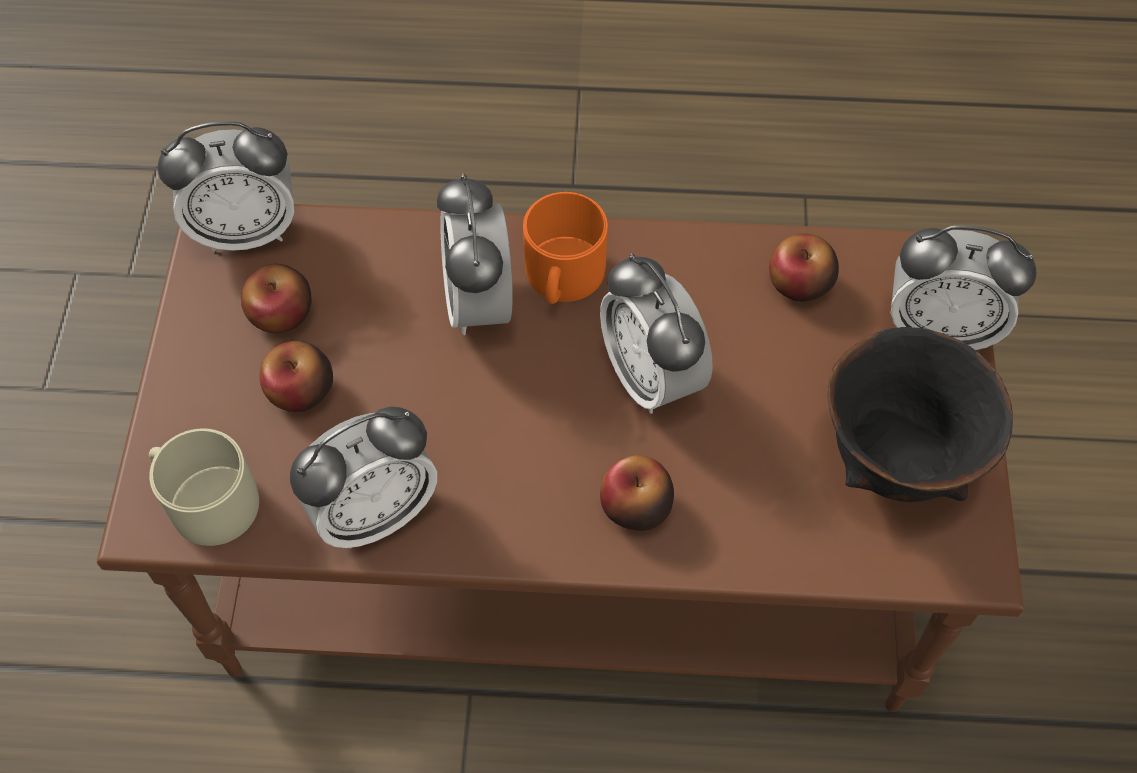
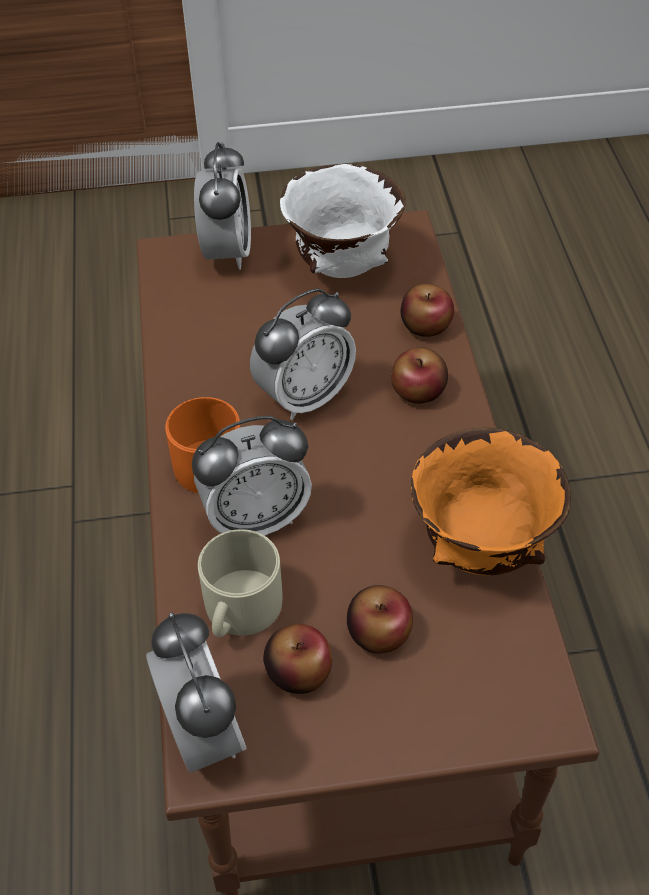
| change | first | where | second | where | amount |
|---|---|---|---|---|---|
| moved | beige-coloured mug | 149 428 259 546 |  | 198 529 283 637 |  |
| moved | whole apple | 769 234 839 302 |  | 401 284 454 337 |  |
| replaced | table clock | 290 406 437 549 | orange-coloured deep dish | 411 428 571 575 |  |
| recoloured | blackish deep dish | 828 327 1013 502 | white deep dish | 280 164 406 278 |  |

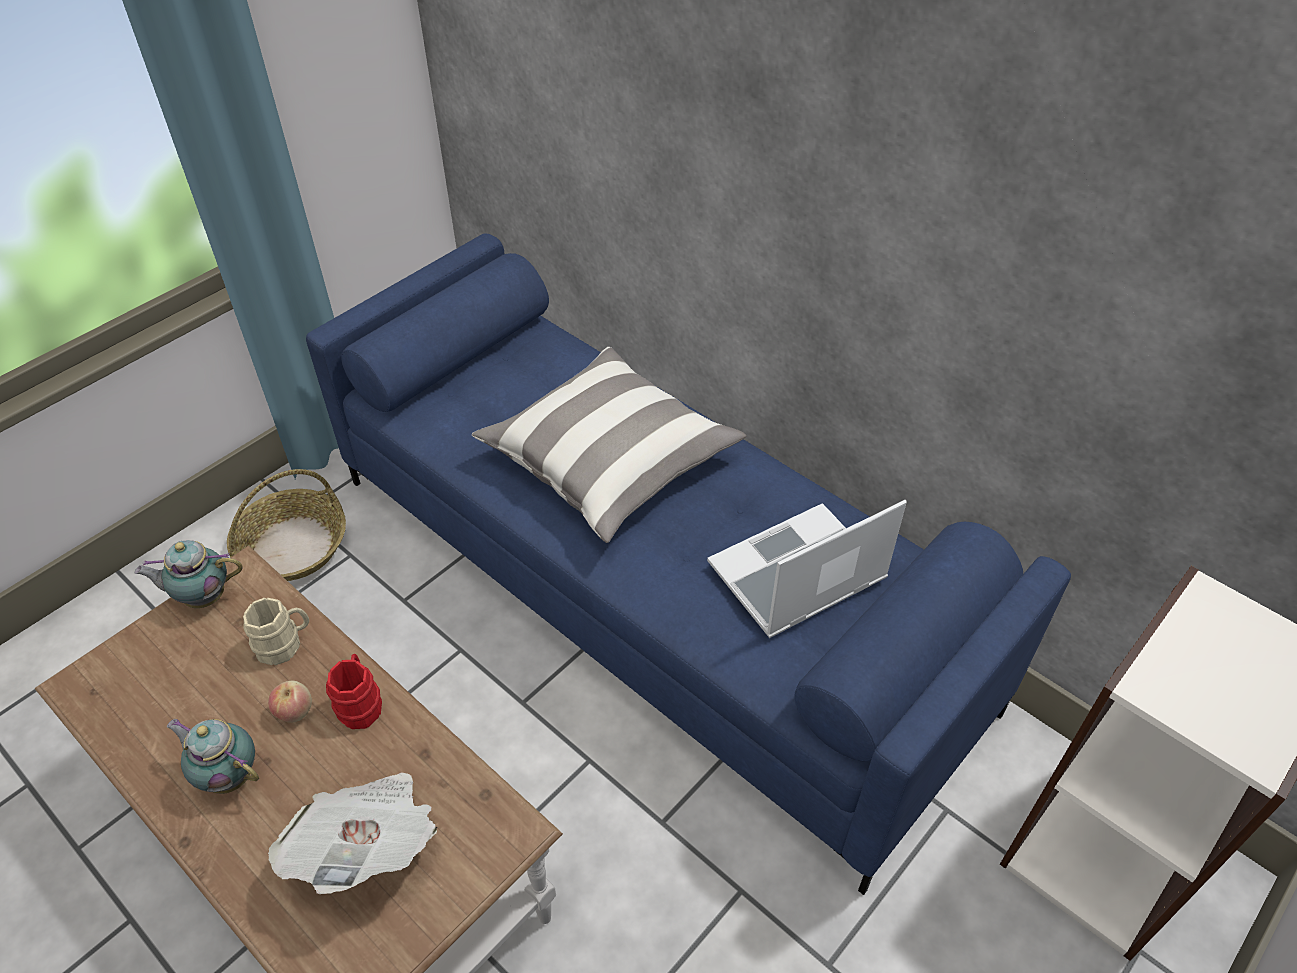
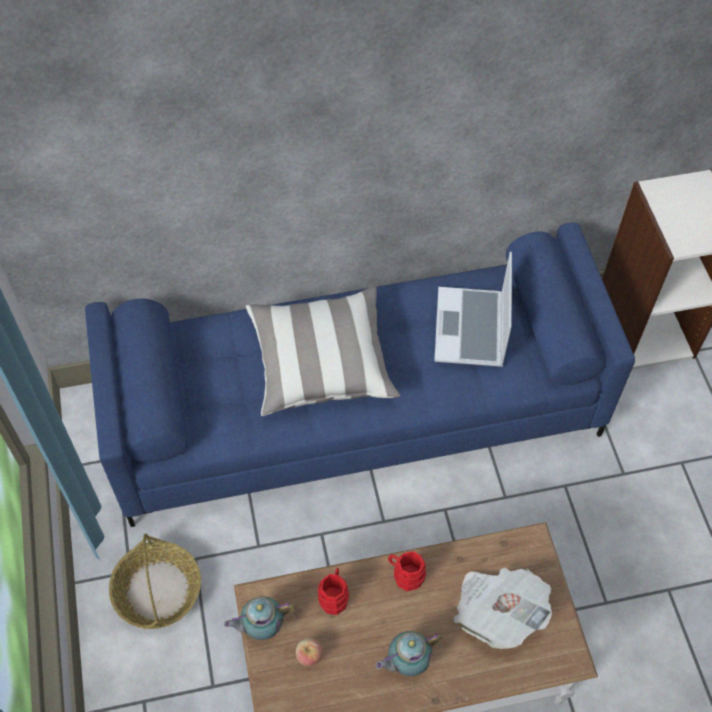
| change | first | where | second | where | amount |
|---|---|---|---|---|---|
| moved | whole apple | 268 681 312 723 |  | 296 638 323 666 |  |
| recoloured | beige-coloured mug | 243 598 309 665 | red-coloured mug | 318 568 349 615 |  |
| turned | tea pot | 135 540 243 608 |  | 224 596 295 640 | 45 degrees clockwise |

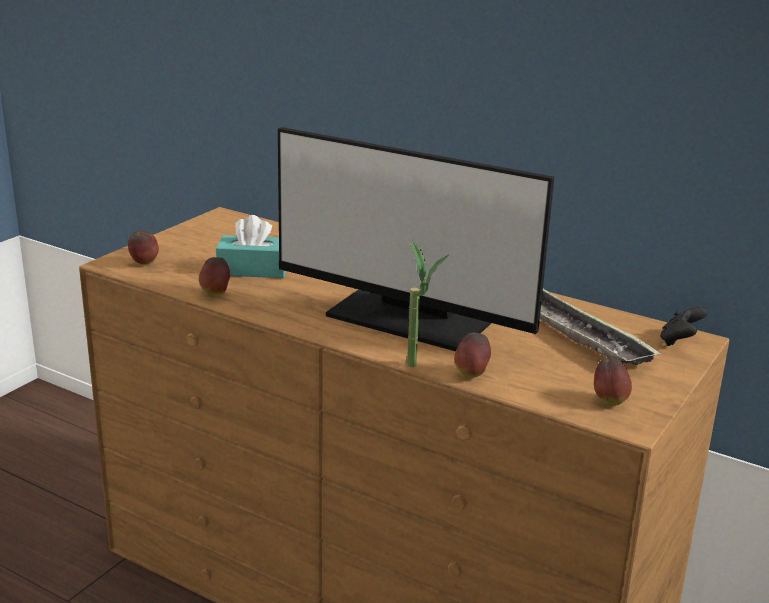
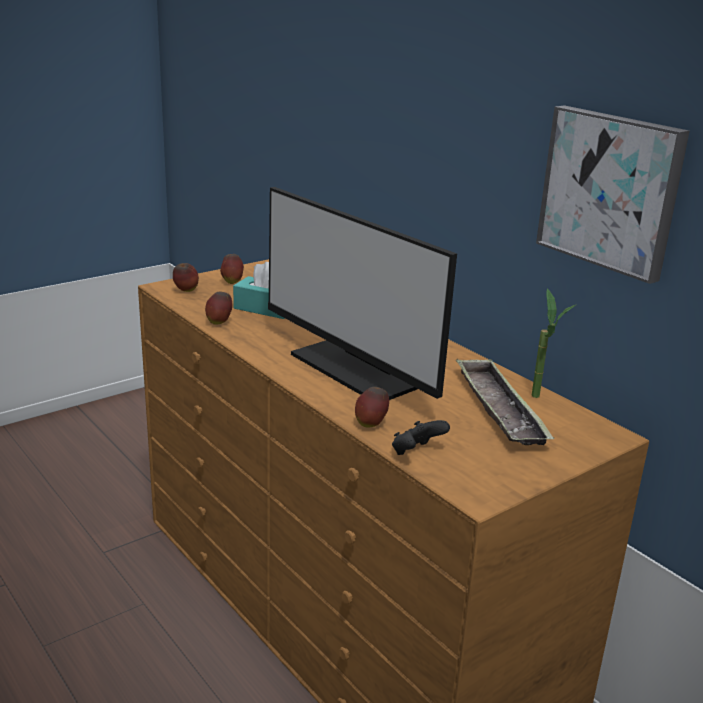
| change | first | where | second | where | amount |
|---|---|---|---|---|---|
| added |  |  | wall picture | 536 105 690 284 |  |
| moved | houseplant | 407 240 448 367 |  | 531 288 575 398 |  |
| moved | whole apple | 594 357 632 406 |  | 220 254 244 284 |  |
| moved | blackish gamepad | 660 306 707 346 |  | 392 420 450 455 |  |

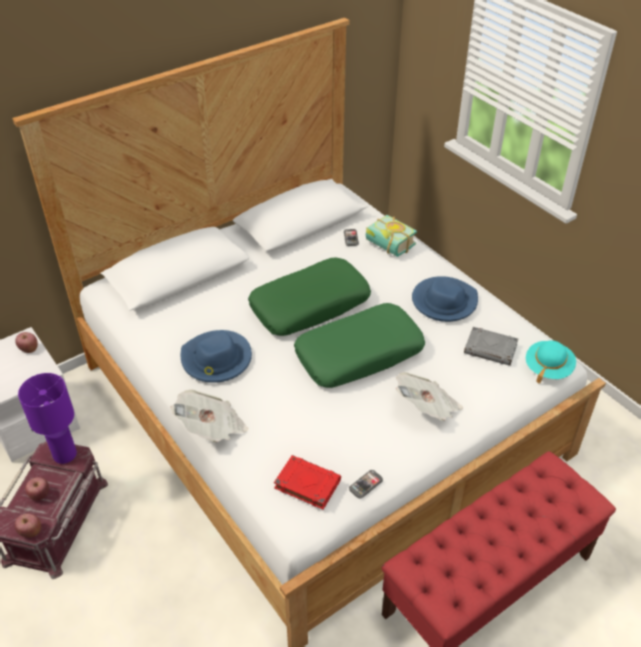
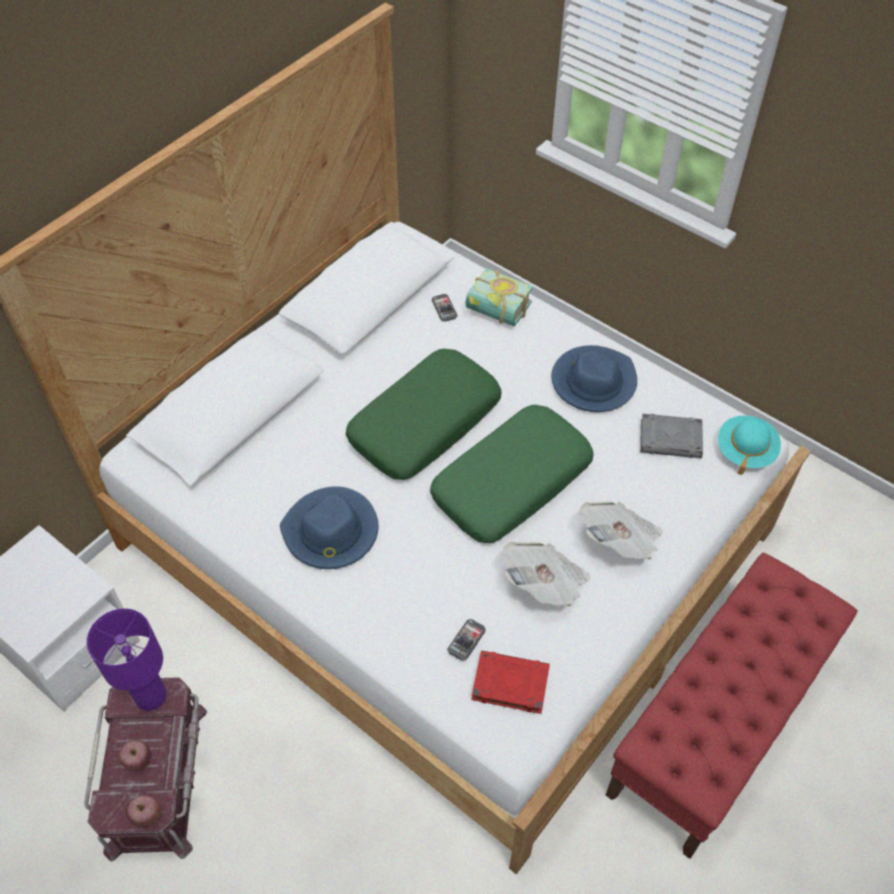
| change | first | where | second | where | amount |
|---|---|---|---|---|---|
| removed | whole apple | 15 332 38 353 |  |  |  |
| moved | printed paper | 170 390 248 442 |  | 501 542 590 607 |  |
| moved | telephone | 349 470 383 498 |  | 448 619 486 661 |  |

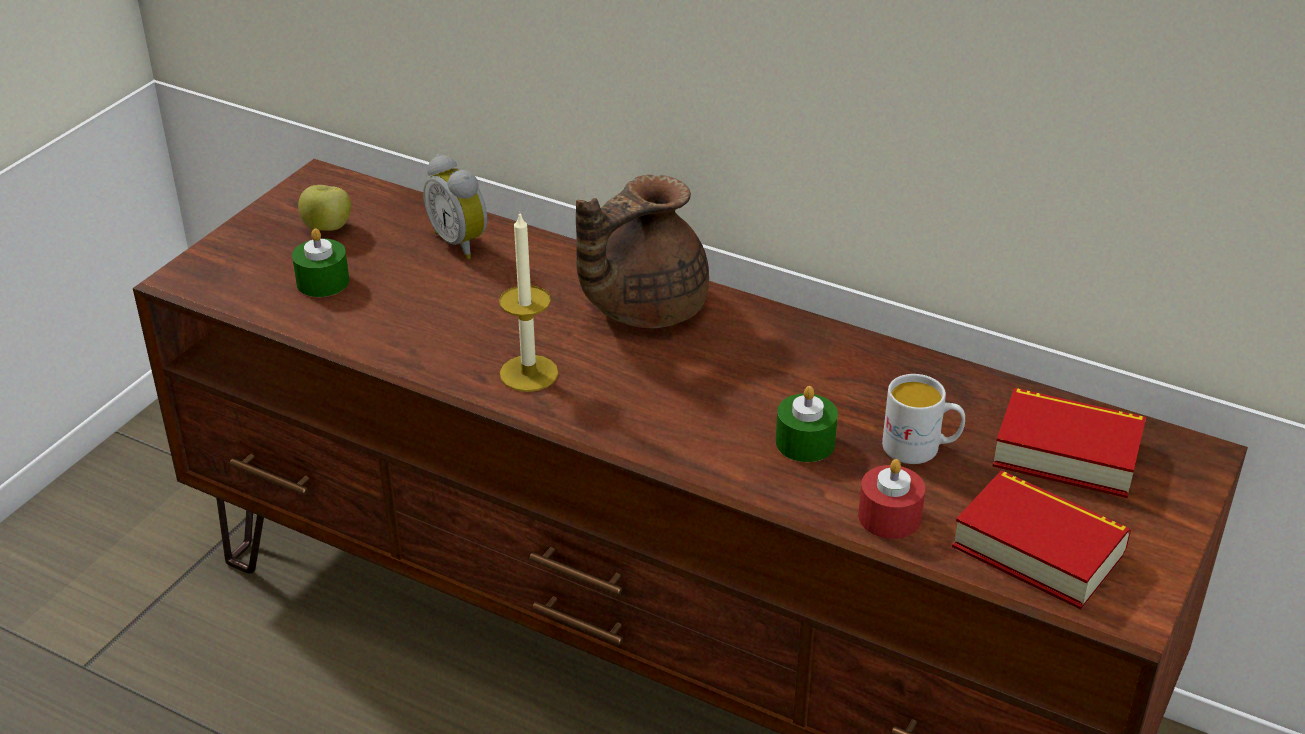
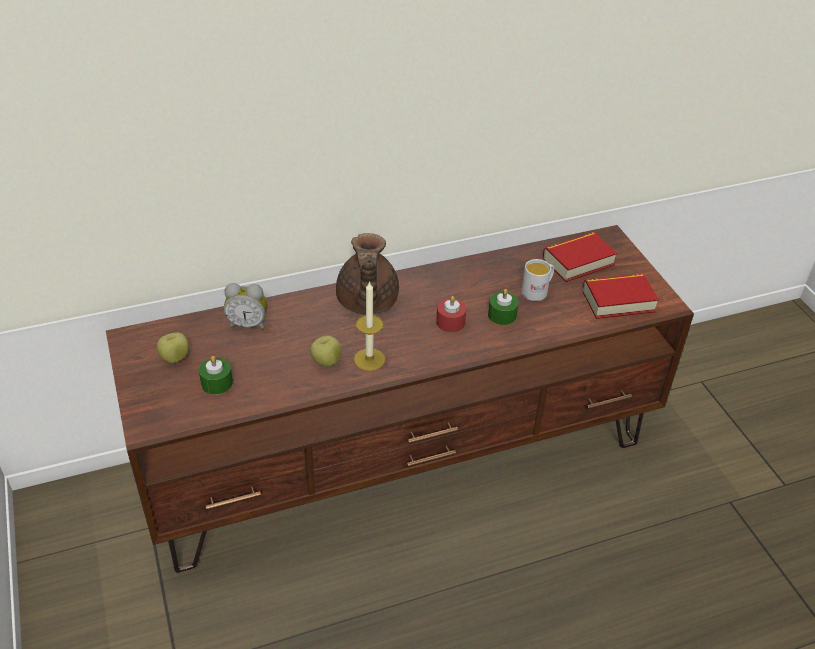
| change | first | where | second | where | amount |
|---|---|---|---|---|---|
| added |  |  | whole apple | 310 335 341 367 |  |
| moved | red-coloured wax light | 858 459 925 539 |  | 436 296 466 332 |  |

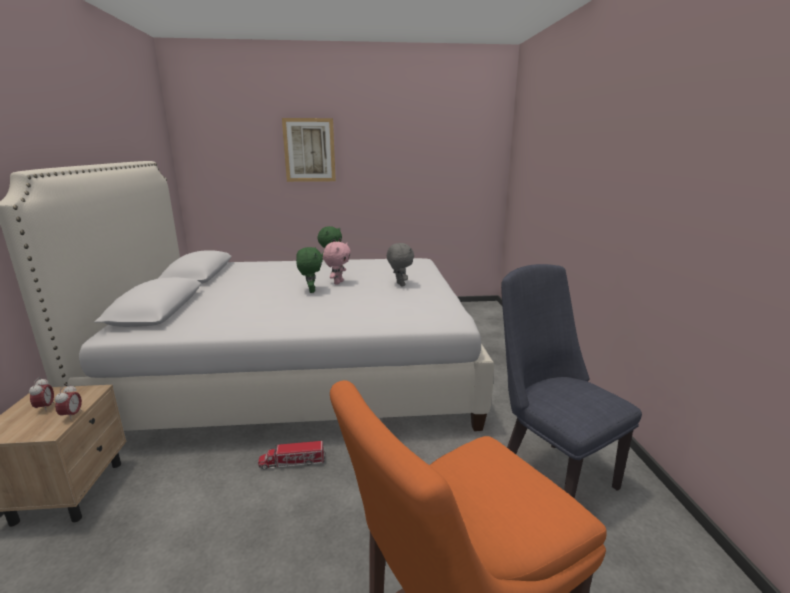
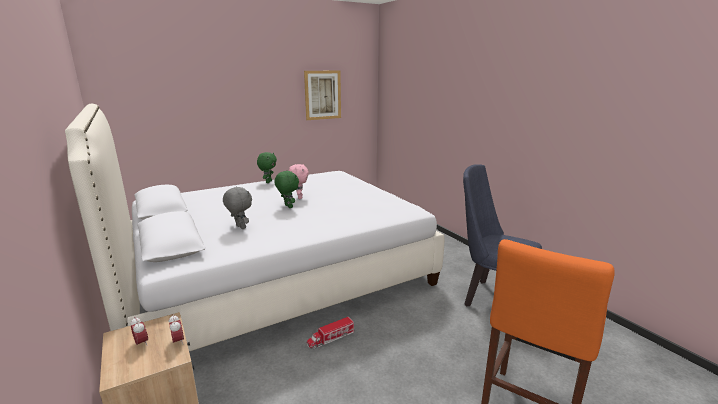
| change | first | where | second | where | amount |
|---|---|---|---|---|---|
| moved | wall picture | 282 118 336 182 |  | 304 71 341 120 |  |
| moved | grey cuddly toy | 387 243 414 287 |  | 223 186 252 229 |  |

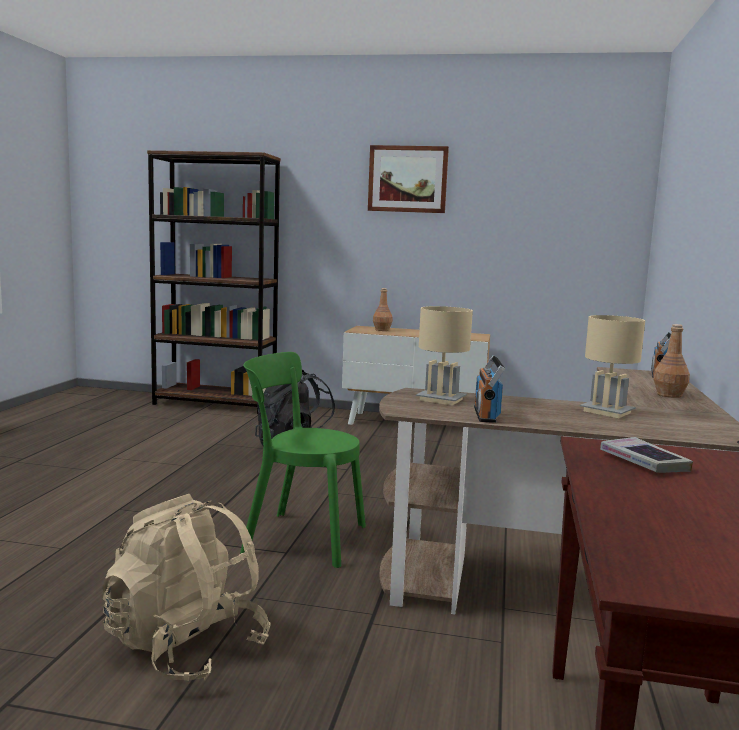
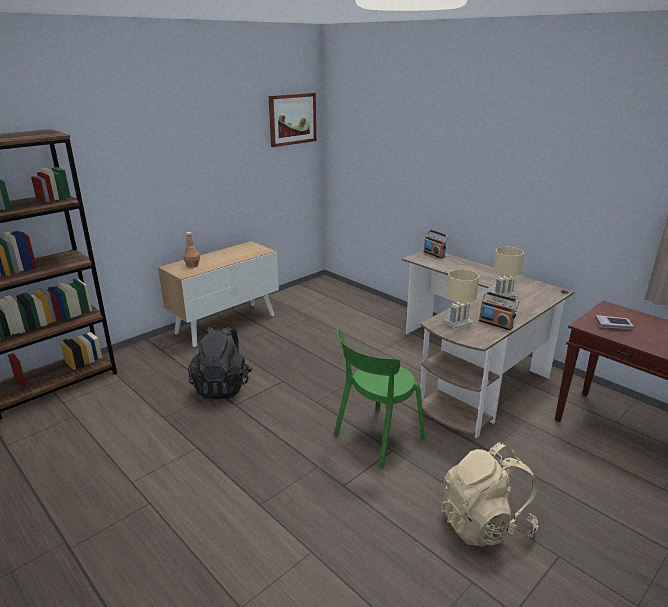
| change | first | where | second | where | amount |
|---|---|---|---|---|---|
| removed | brown-coloured beverage bottle | 653 324 690 398 |  |  |  |
| moved | wall picture | 368 145 449 213 |  | 269 93 316 147 |  |

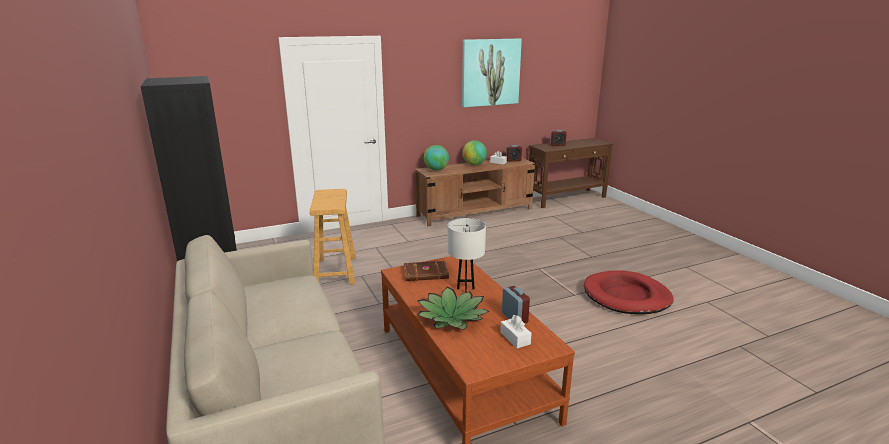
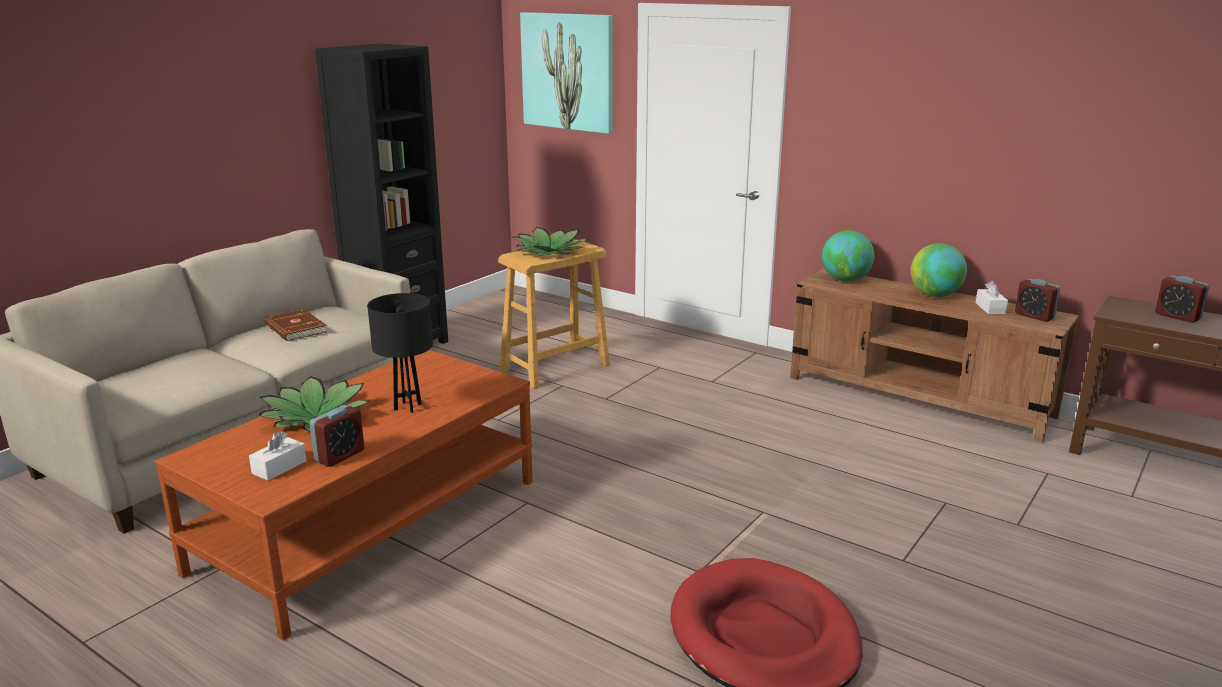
| change | first | where | second | where | amount |
|---|---|---|---|---|---|
| added |  |  | houseplant | 512 227 588 256 |  |
| moved | brown-coloured volume | 404 261 449 281 |  | 265 309 326 341 |  |
| moved | wall picture | 462 39 522 107 |  | 520 12 613 134 |  |
| recoloured | white tabletop lamp | 448 218 486 293 | blackish tabletop lamp | 367 293 433 413 |  |

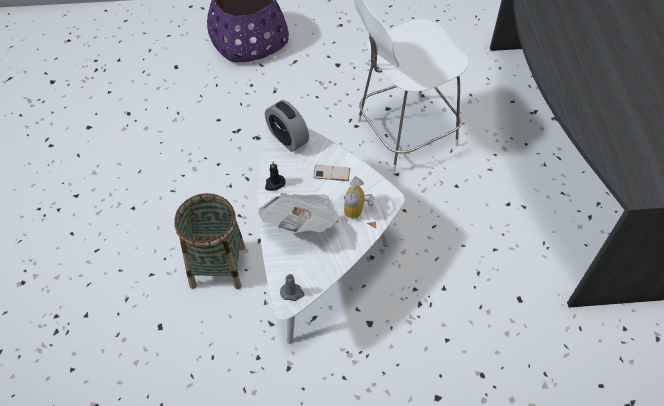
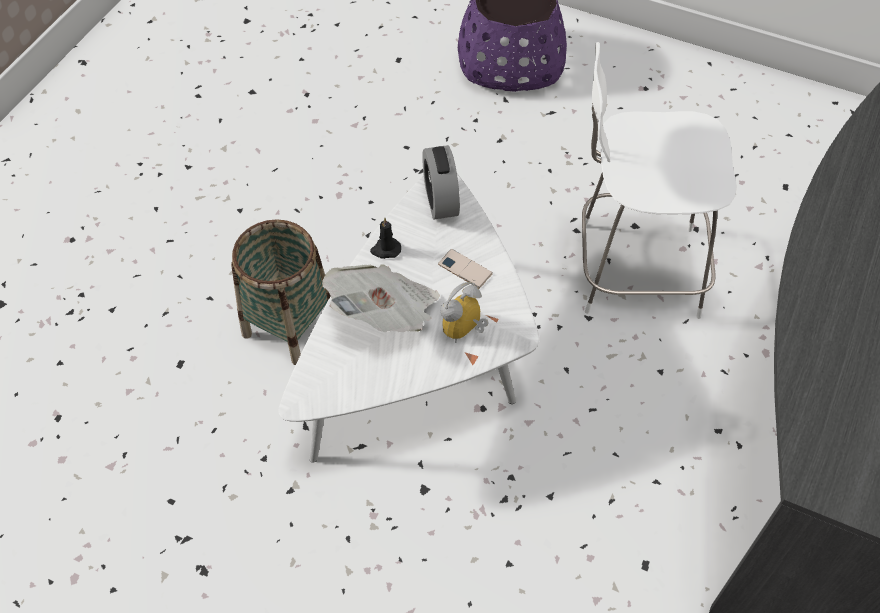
| change | first | where | second | where | amount |
|---|---|---|---|---|---|
| removed | grey wax light | 280 273 304 301 |  |  |  |

